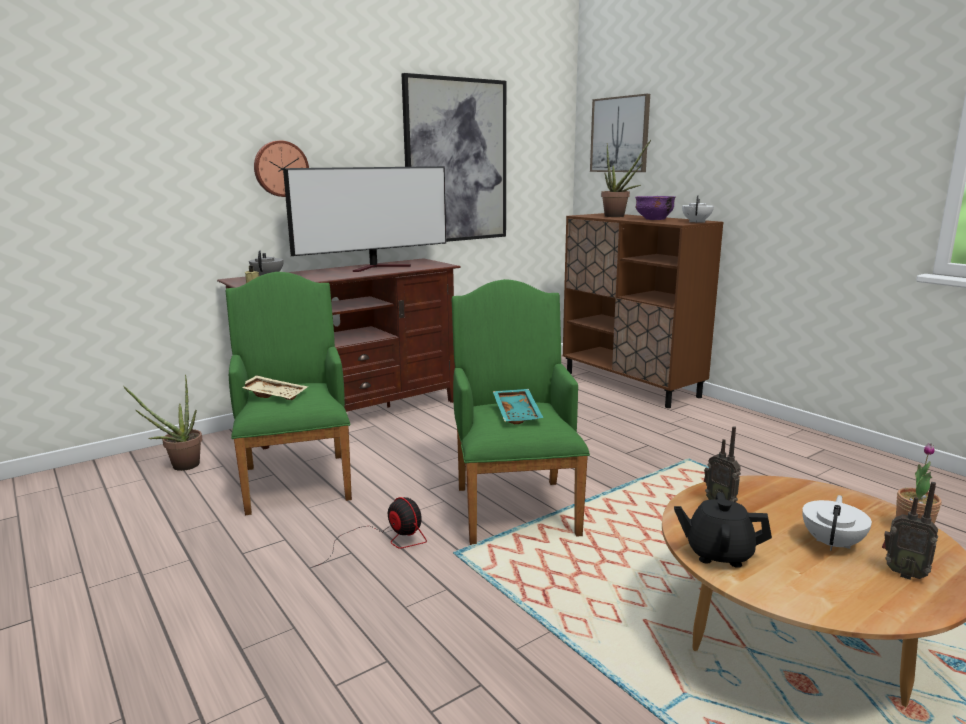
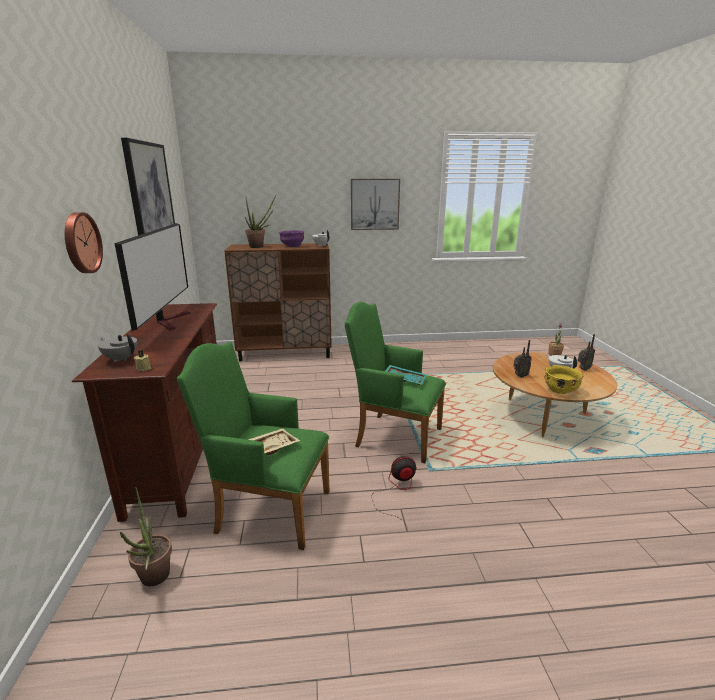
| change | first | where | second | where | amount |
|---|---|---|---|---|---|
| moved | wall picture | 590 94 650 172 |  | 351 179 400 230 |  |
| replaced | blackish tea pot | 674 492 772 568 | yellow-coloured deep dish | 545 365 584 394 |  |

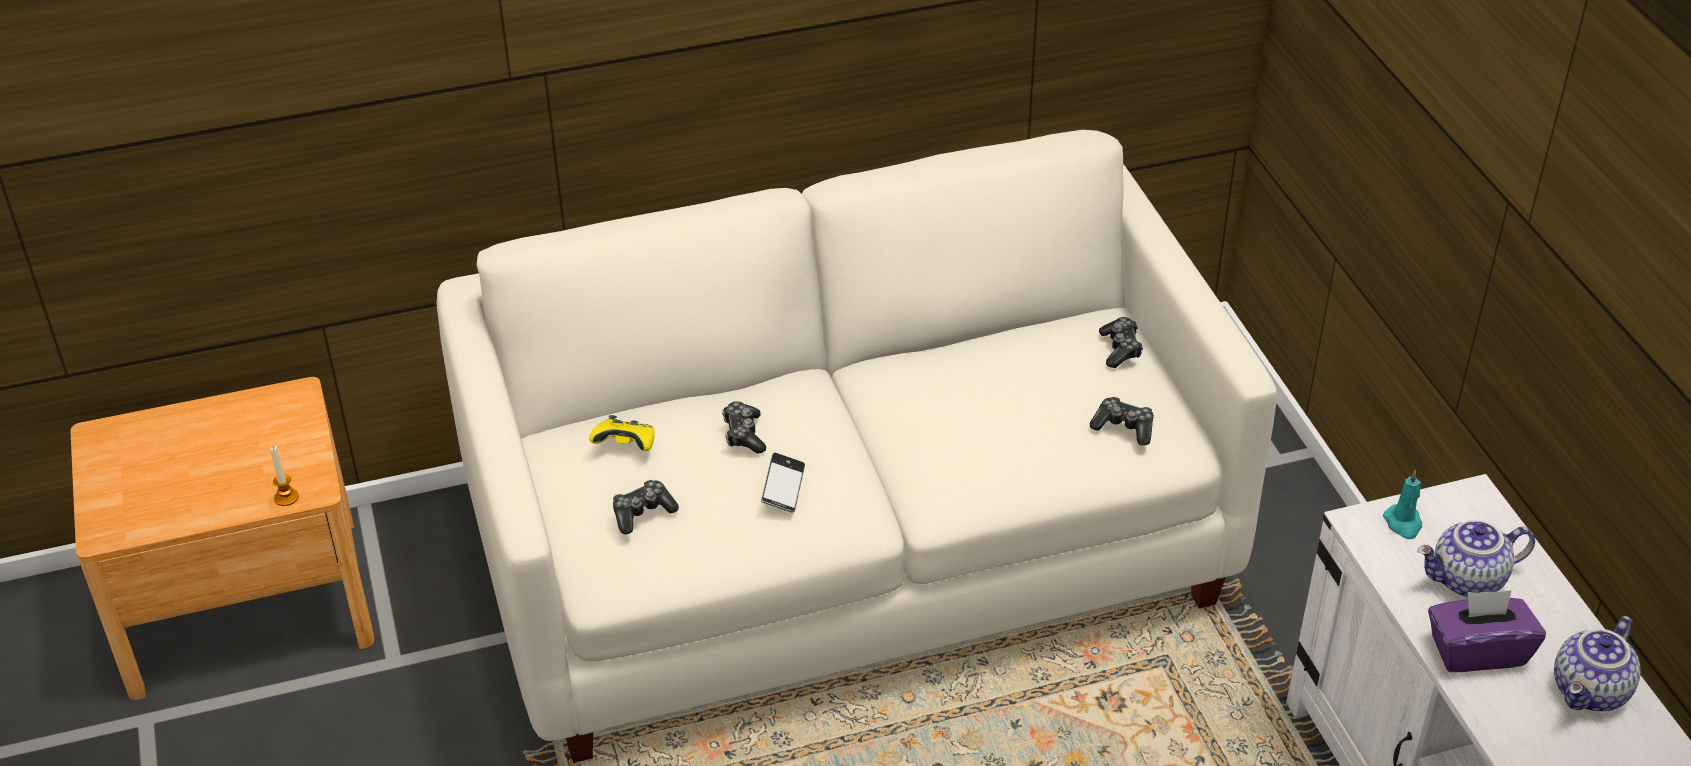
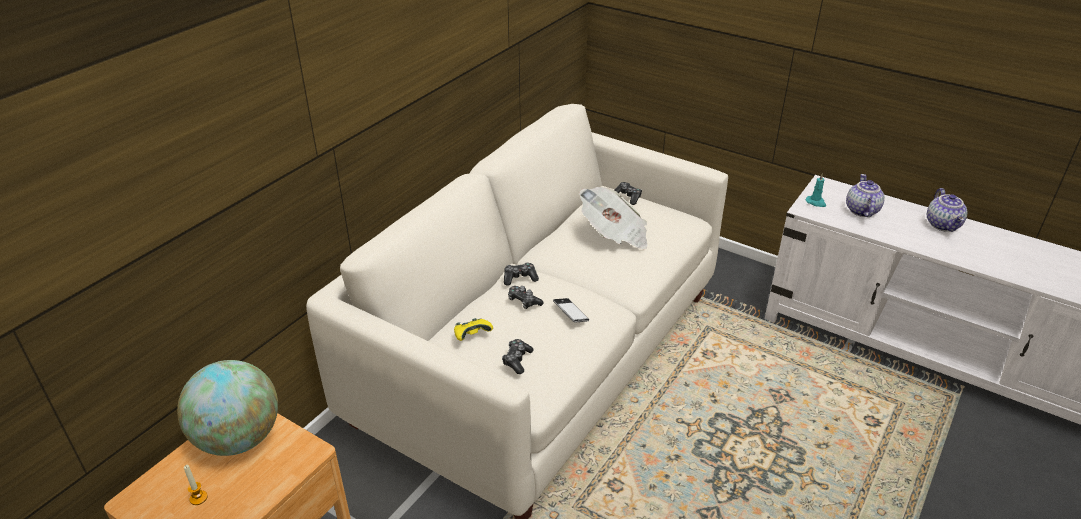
| change | first | where | second | where | amount |
|---|---|---|---|---|---|
| removed | purple tissue holder | 1428 590 1546 672 |  |  |  |
| added |  |  | desk globe | 177 360 278 456 |  |
| added |  |  | printed paper | 579 187 647 249 |  |
| moved | wax light | 270 446 299 506 |  | 184 465 208 505 |  |
| moved | gamepad | 1090 397 1154 446 |  | 504 262 539 286 |  |
| turned | tea pot | 1417 519 1535 597 |  | 846 174 885 217 | 150 degrees clockwise |

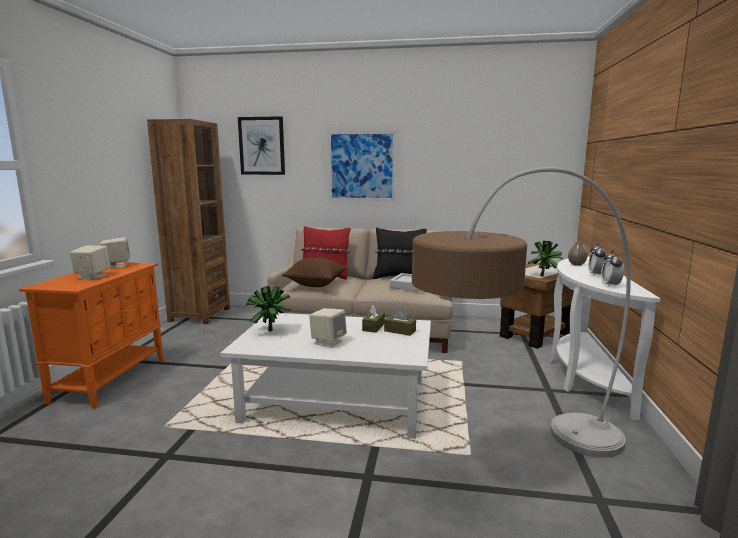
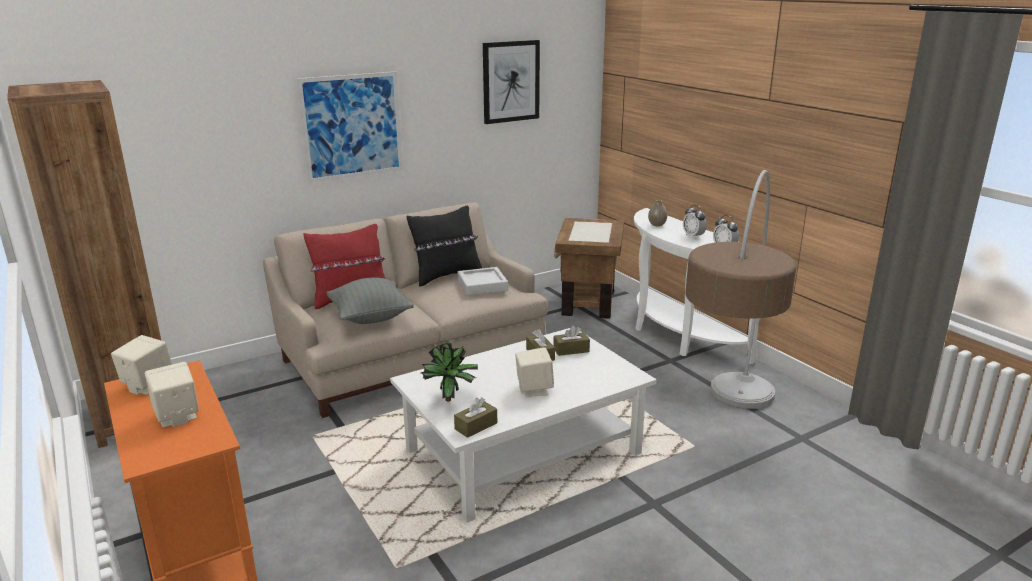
| change | first | where | second | where | amount |
|---|---|---|---|---|---|
| removed | houseplant | 527 241 563 276 |  |  |  |
| added |  |  | brown-coloured tissue holder | 454 397 497 438 |  |
| moved | wall picture | 238 116 285 175 |  | 483 40 540 124 |  |
| recoloured | brown-coloured pillow | 282 257 346 287 | grey pillow | 326 278 414 324 |  |

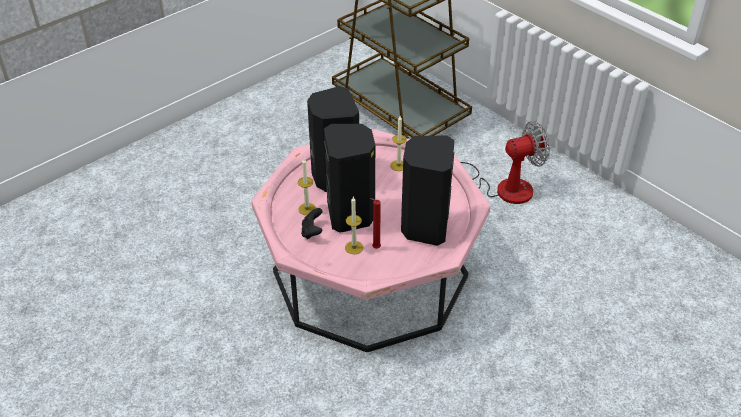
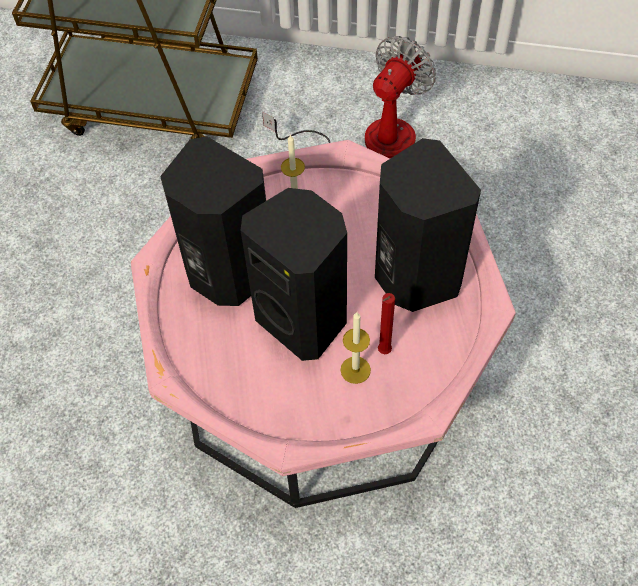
| change | first | where | second | where | amount |
|---|---|---|---|---|---|
| removed | wax light | 298 159 316 215 |  |  |  |
| removed | blackish gamepad | 301 208 323 239 |  |  |  |

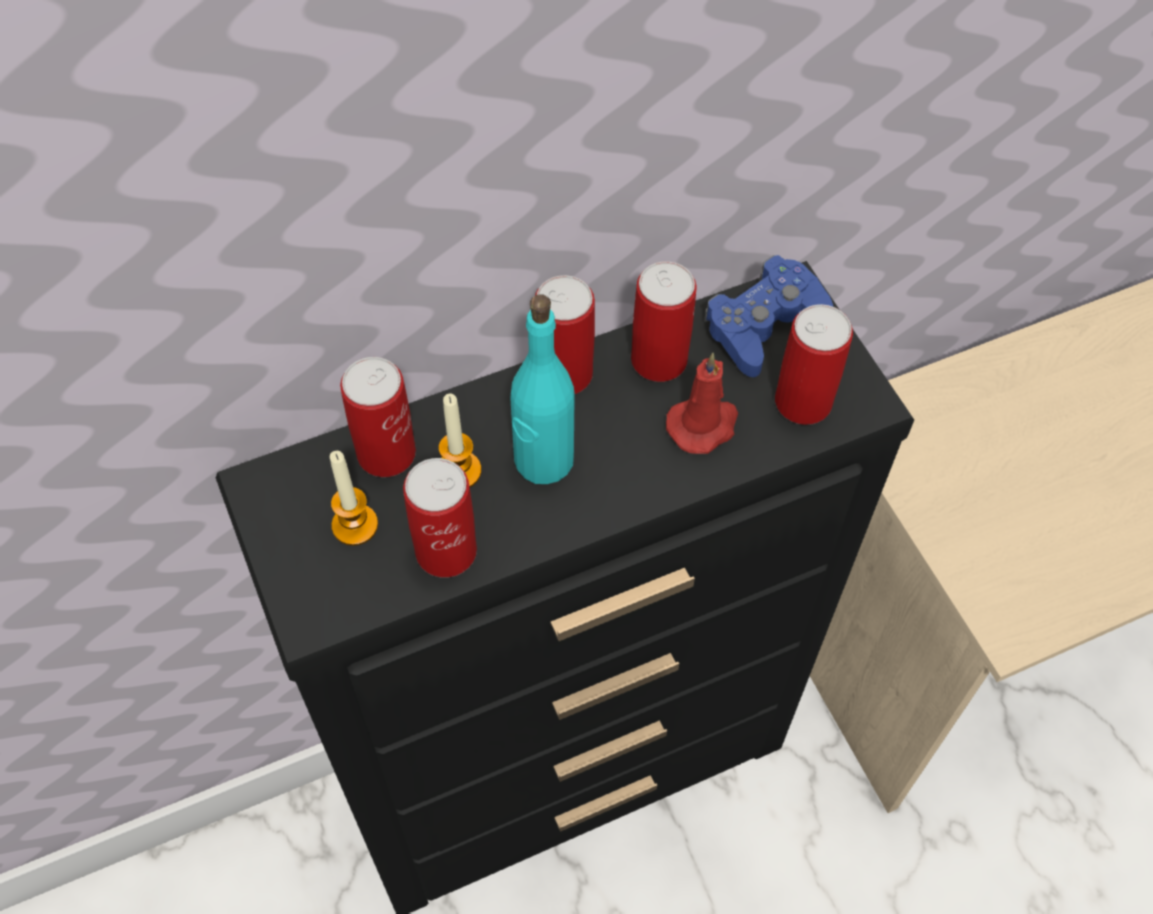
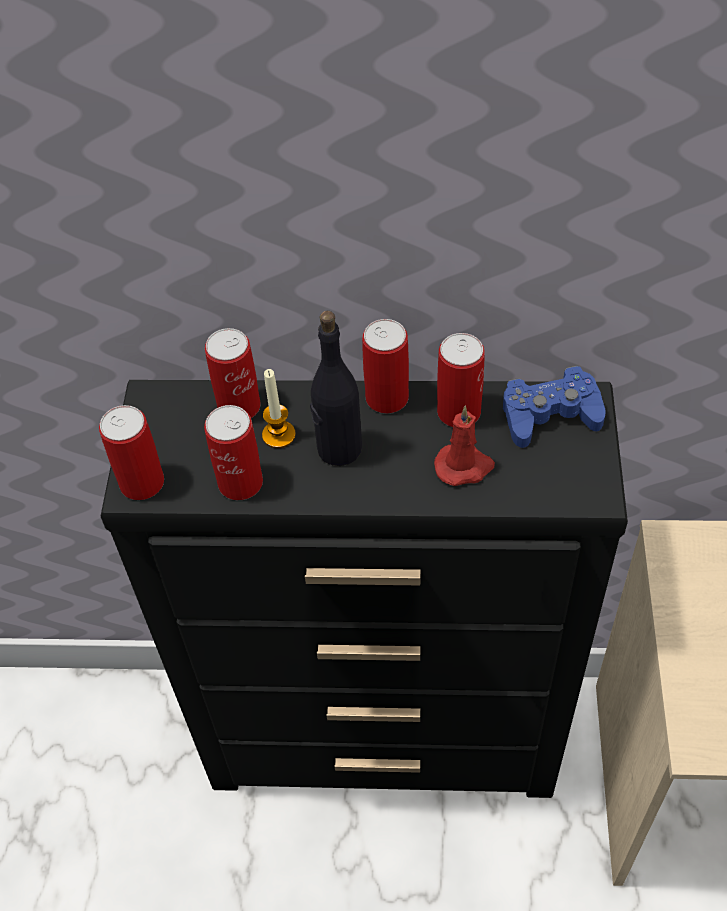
| change | first | where | second | where | amount |
|---|---|---|---|---|---|
| removed | wax light | 330 451 378 546 |  |  |  |
| moved | sealed can | 775 304 853 425 |  | 99 405 164 500 |  |
| recoloured | turquoise beverage bottle | 510 294 575 484 | blackish beverage bottle | 310 311 362 466 |  |

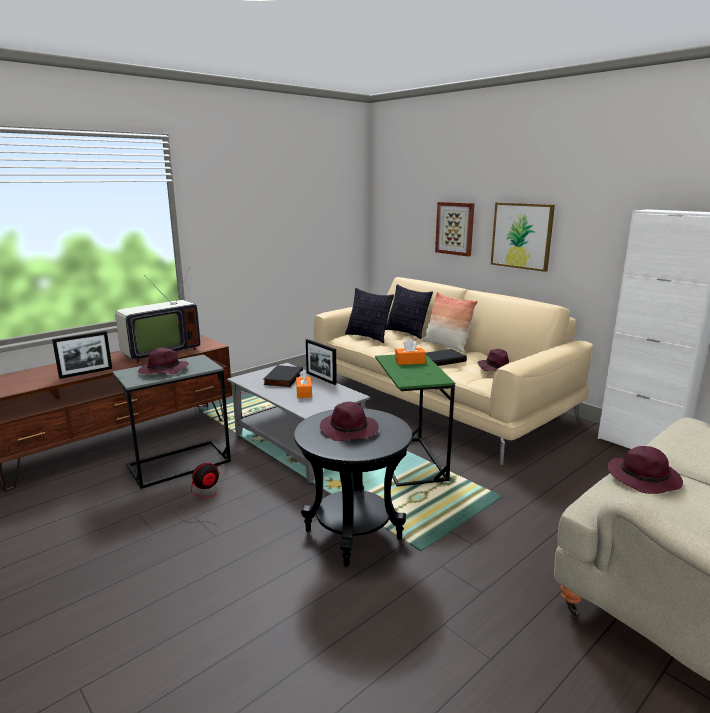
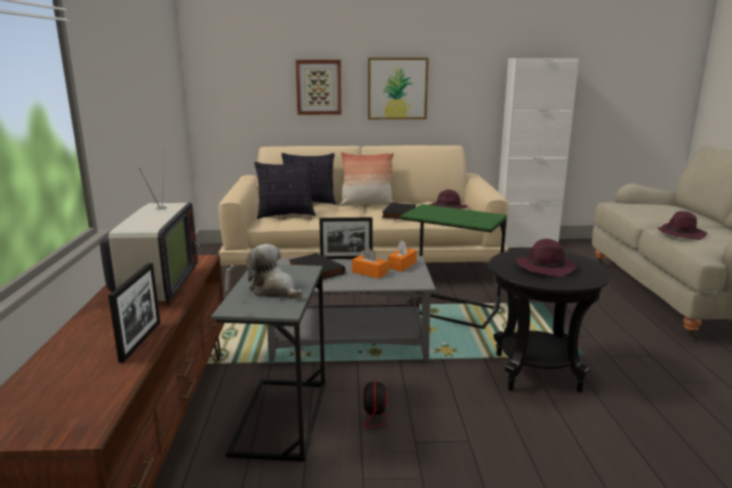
| change | first | where | second | where | amount |
|---|---|---|---|---|---|
| moved | orange-coloured tissue holder | 395 339 426 365 |  | 388 241 417 272 |  |
| replaced | purple hat | 138 348 189 374 | cuddly toy | 246 244 303 299 |  |

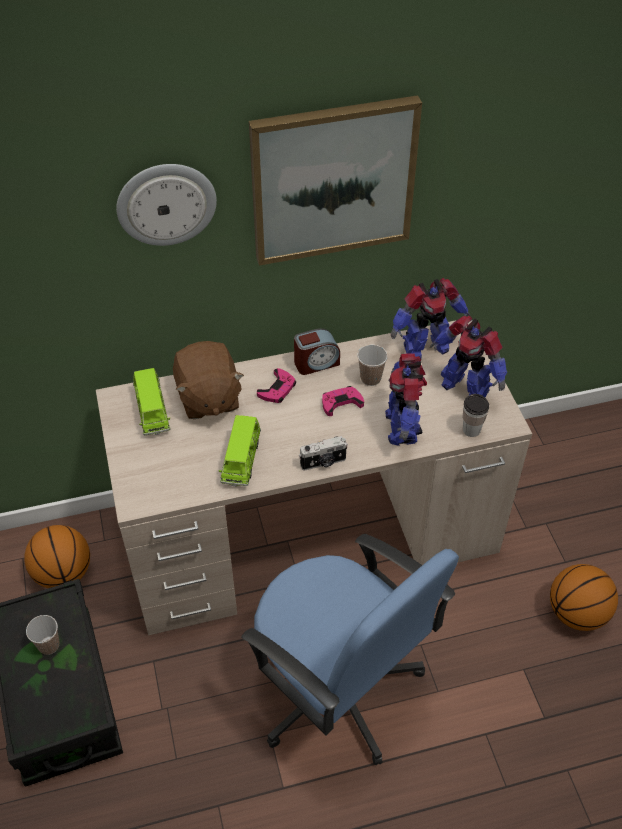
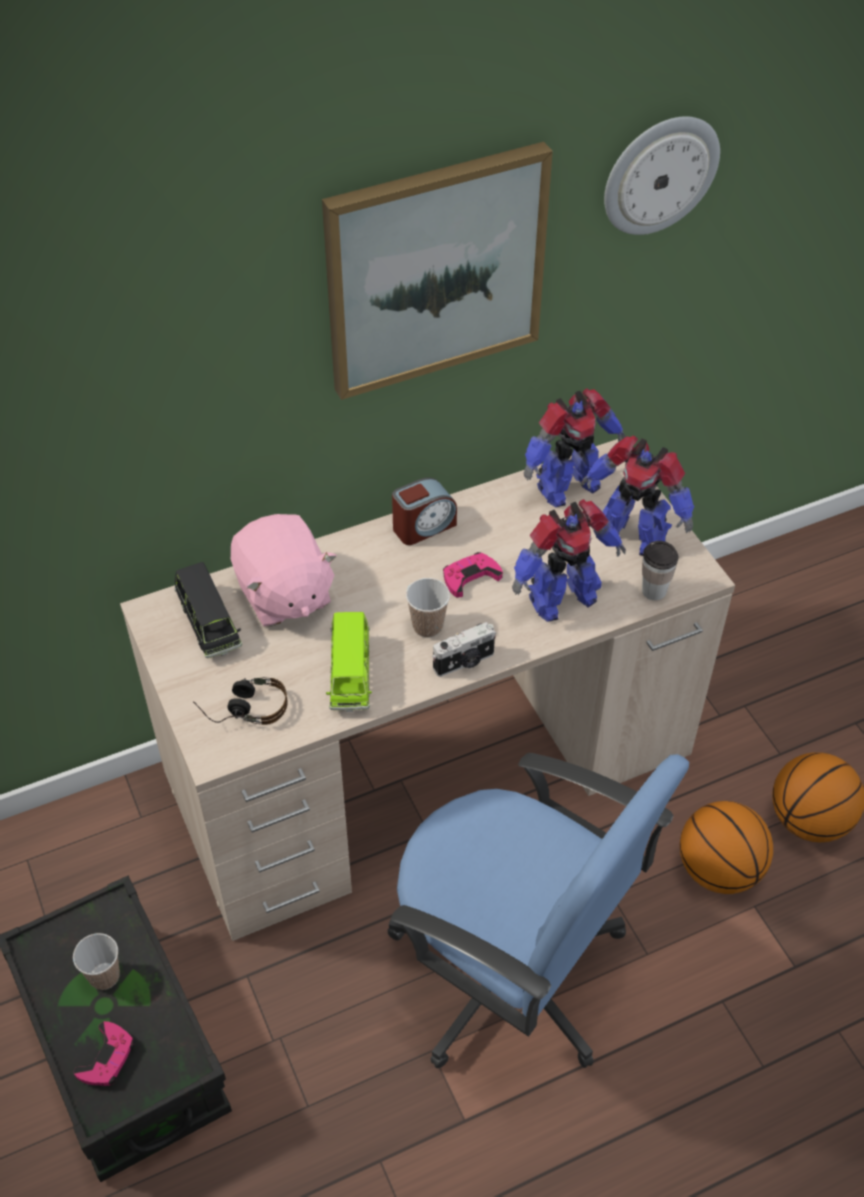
| change | first | where | second | where | amount |
|---|---|---|---|---|---|
| added |  |  | headphones | 193 677 288 725 |  |
| moved | ball for basketball | 24 525 90 588 |  | 680 801 773 894 |  |
| moved | hanging clock | 116 164 217 246 |  | 604 116 720 235 |  |
| moved | pink-coloured gamepad | 257 368 296 403 |  | 74 1021 135 1086 |  |
| moved | small cup | 357 344 388 386 |  | 406 578 450 638 |  |
| recoloured | green-coloured model car | 133 368 171 435 | blackish model car | 174 562 242 658 |  |
| recoloured | brown-coloured cuddly toy | 173 341 244 419 | pink-coloured cuddly toy | 231 514 337 627 |  |
| turned | model robot | 385 353 427 446 |  | 512 499 626 622 | 105 degrees counterclockwise |

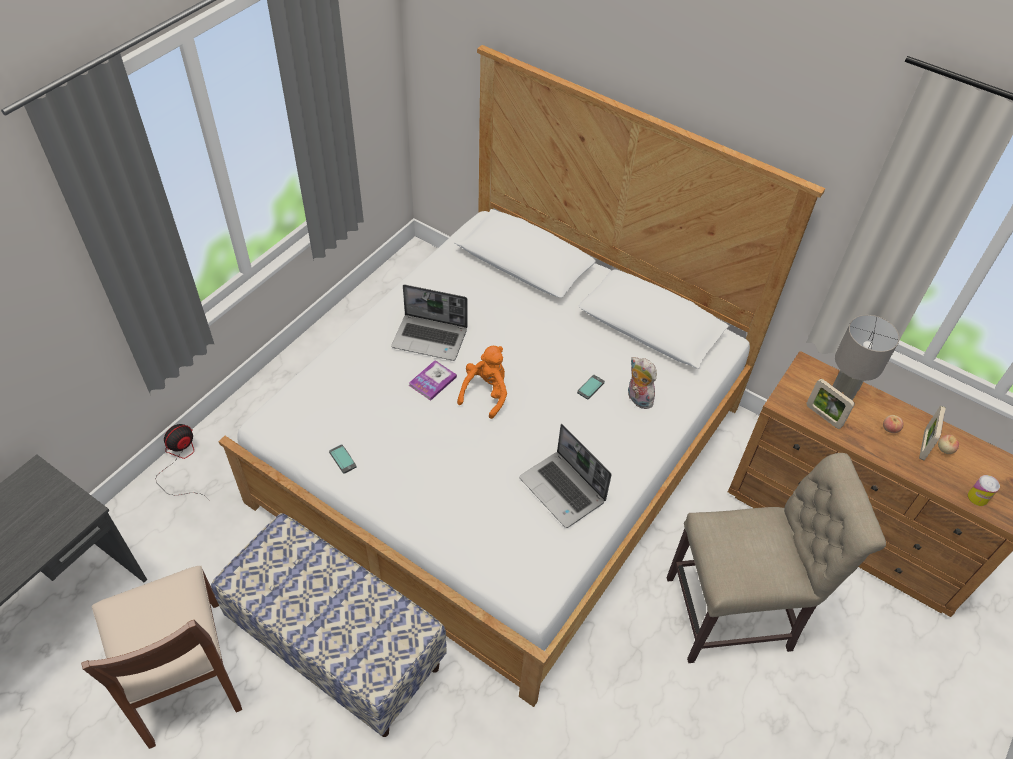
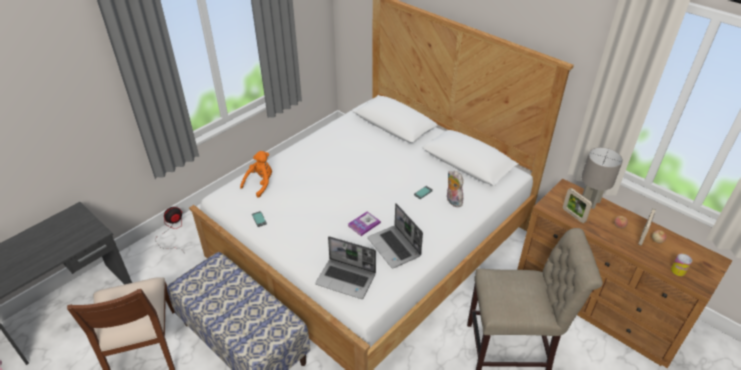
| change | first | where | second | where | amount |
|---|---|---|---|---|---|
| moved | laptop | 391 284 467 361 |  | 315 236 376 299 |  |
| moved | volume | 409 360 457 401 |  | 348 211 381 236 |  |
| moved | orange-coloured cuddly toy | 457 346 507 419 |  | 240 151 272 198 |  |

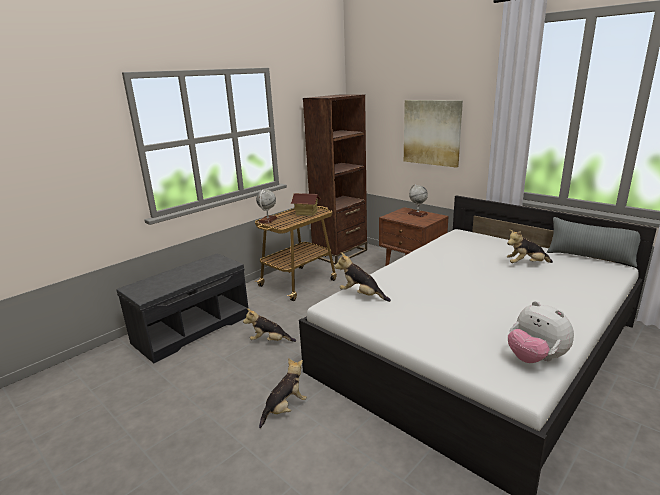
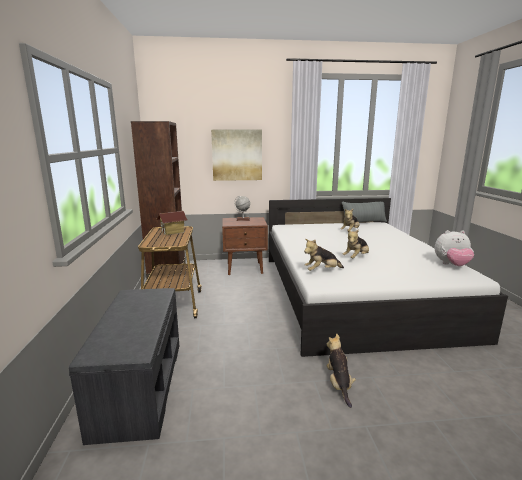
| change | first | where | second | where | amount |
|---|---|---|---|---|---|
| removed | desk globe | 256 190 277 224 |  |  |  |
| moved | cuddly toy | 243 308 296 342 |  | 343 229 369 258 |  |

